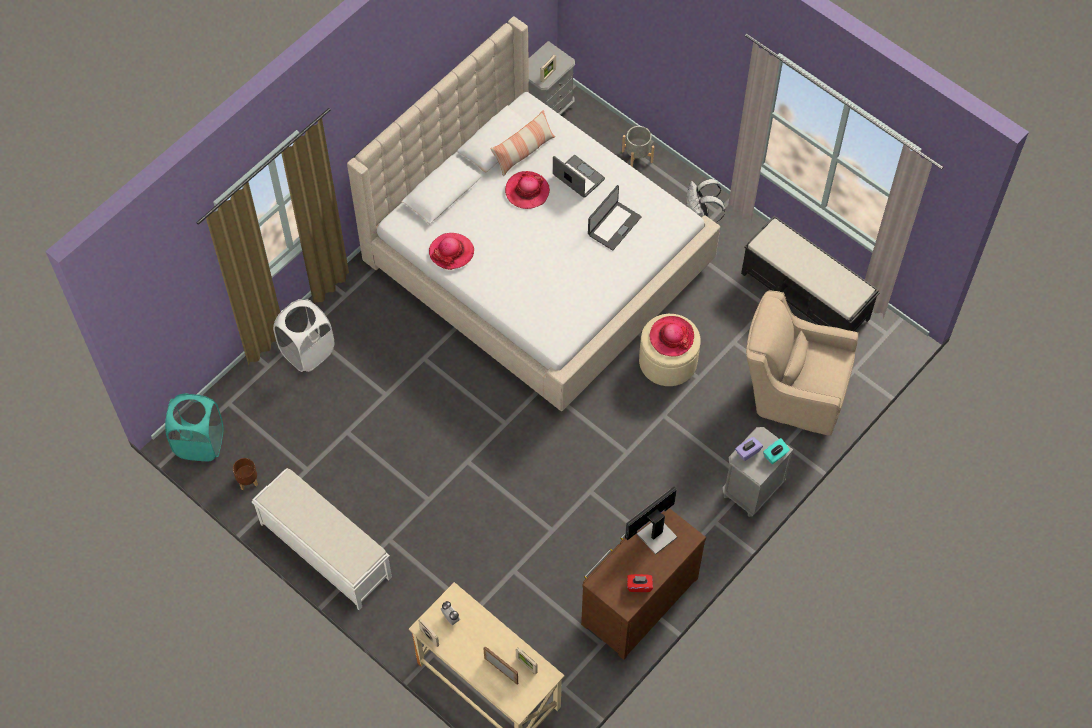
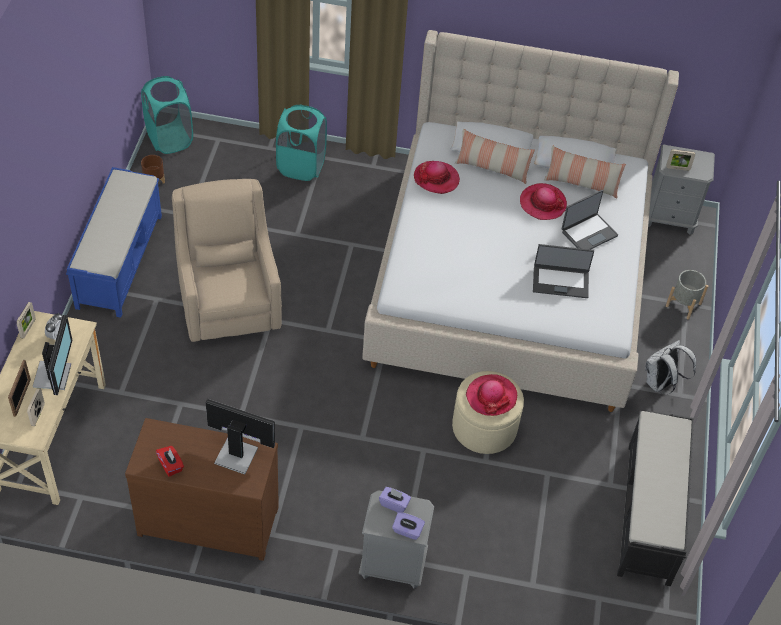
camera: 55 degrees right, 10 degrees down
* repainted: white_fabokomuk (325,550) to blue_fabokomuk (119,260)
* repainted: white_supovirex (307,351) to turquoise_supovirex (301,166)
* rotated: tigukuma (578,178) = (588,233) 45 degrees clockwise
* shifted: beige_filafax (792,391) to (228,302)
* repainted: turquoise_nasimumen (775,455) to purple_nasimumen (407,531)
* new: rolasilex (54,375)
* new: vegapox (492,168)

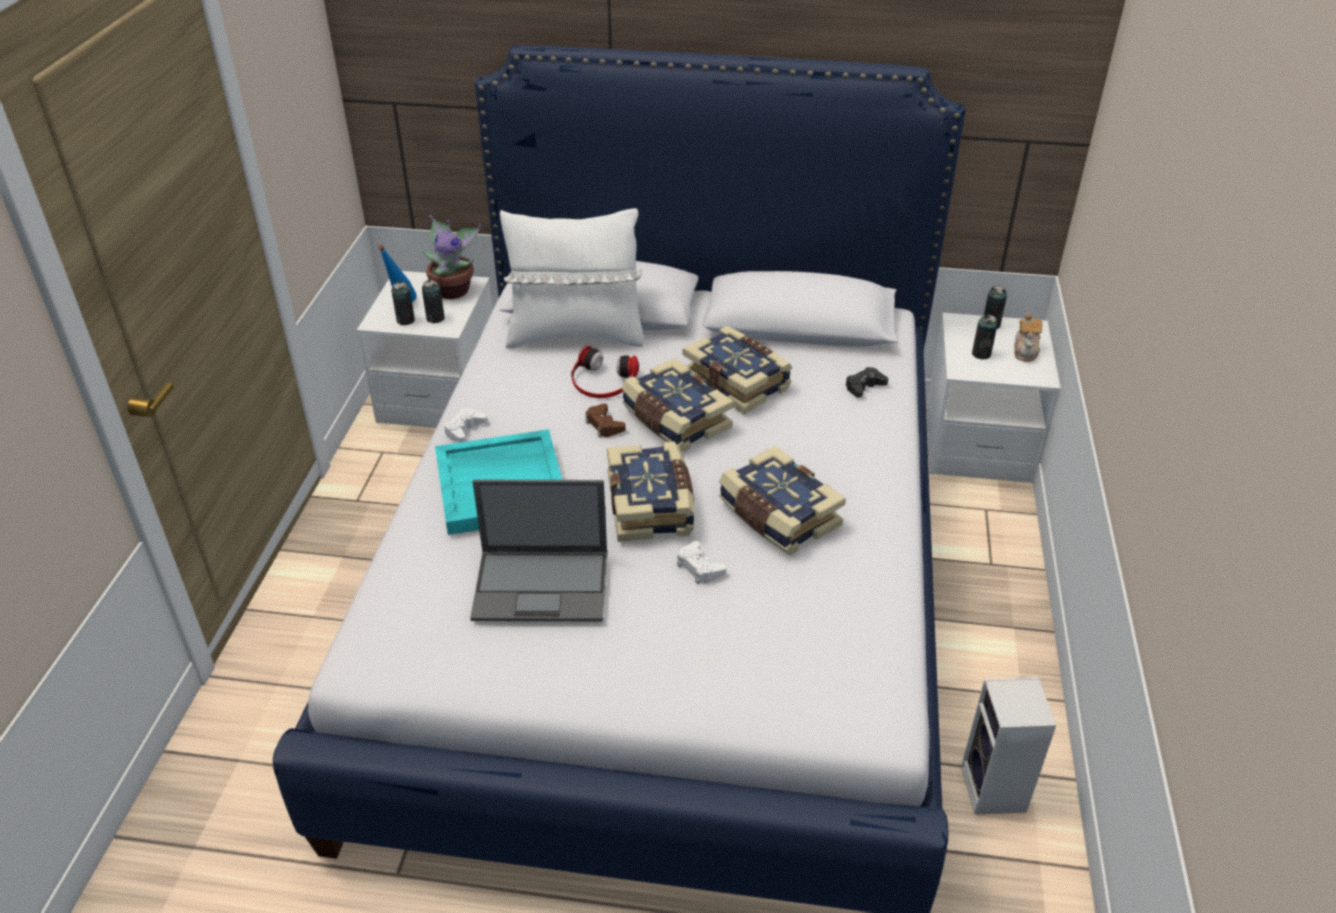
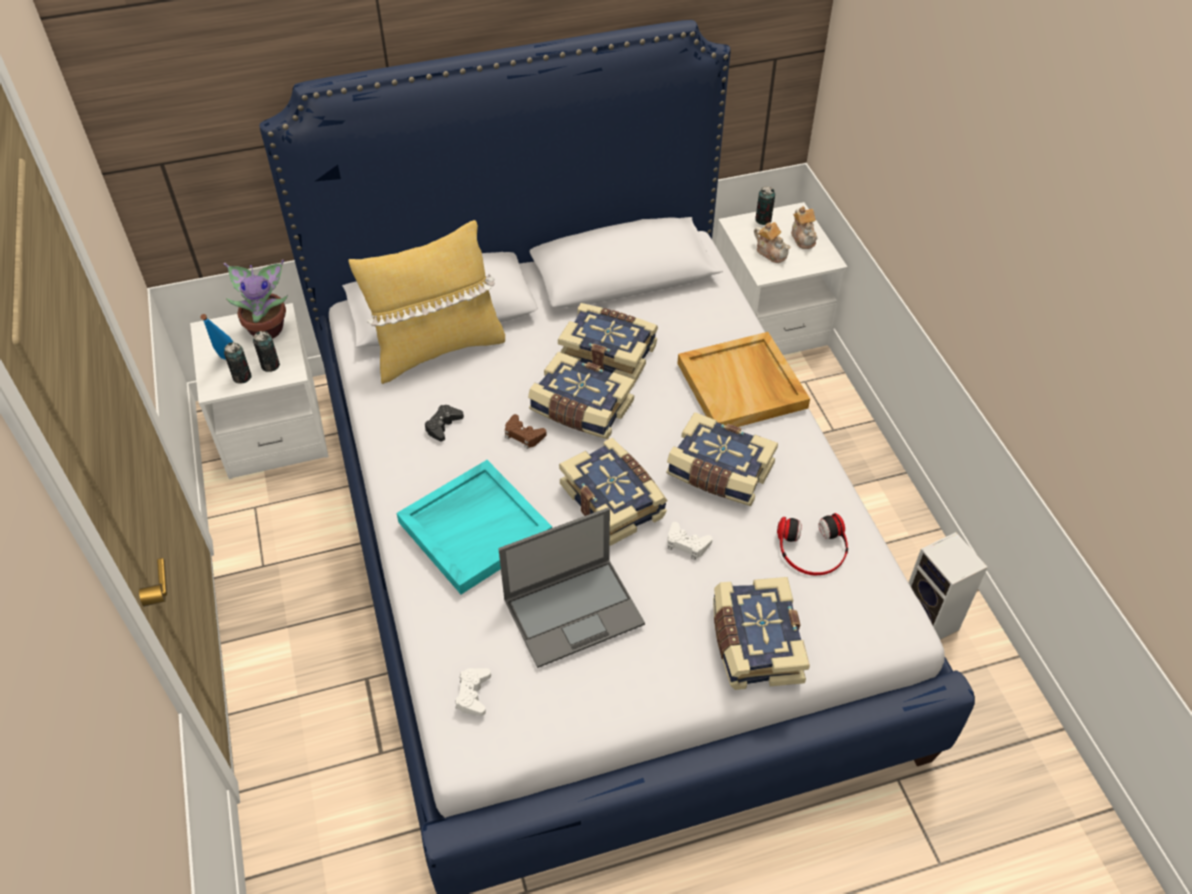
camera: 25 degrees left, 10 degrees up
* shifted: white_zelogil (464,430) to (473,694)
* repainted: white_vegapox (575,335) to yellow_vegapox (437,349)
* shifted: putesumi (602,381) to (812,549)
* shifted: black_zelogil (864,386) to (443,426)
* swapped: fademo (981,354) to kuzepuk (771,252)
* new: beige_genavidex (743,386)
* new: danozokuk (754,643)

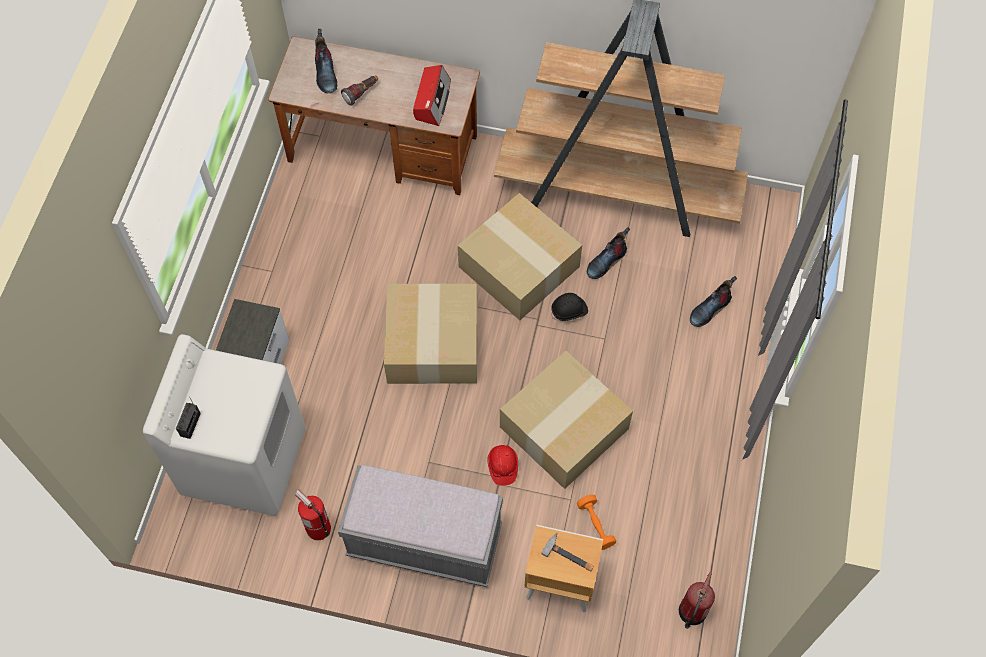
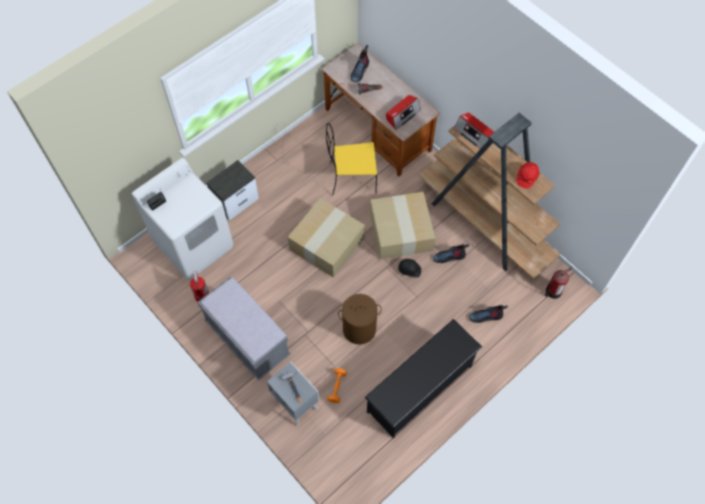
camera: 35 degrees right, 0 degrees up
* shifted: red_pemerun (502,467) to (526,177)
* swapped: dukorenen (564,430) to brown_supovirex (359,329)
* repainted: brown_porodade (558,583) to grey_porodade (296,403)
* shifted: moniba (692,613) to (552,291)
* new: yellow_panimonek (351,178)
* new: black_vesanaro (420,389)
* new: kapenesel (474,134)

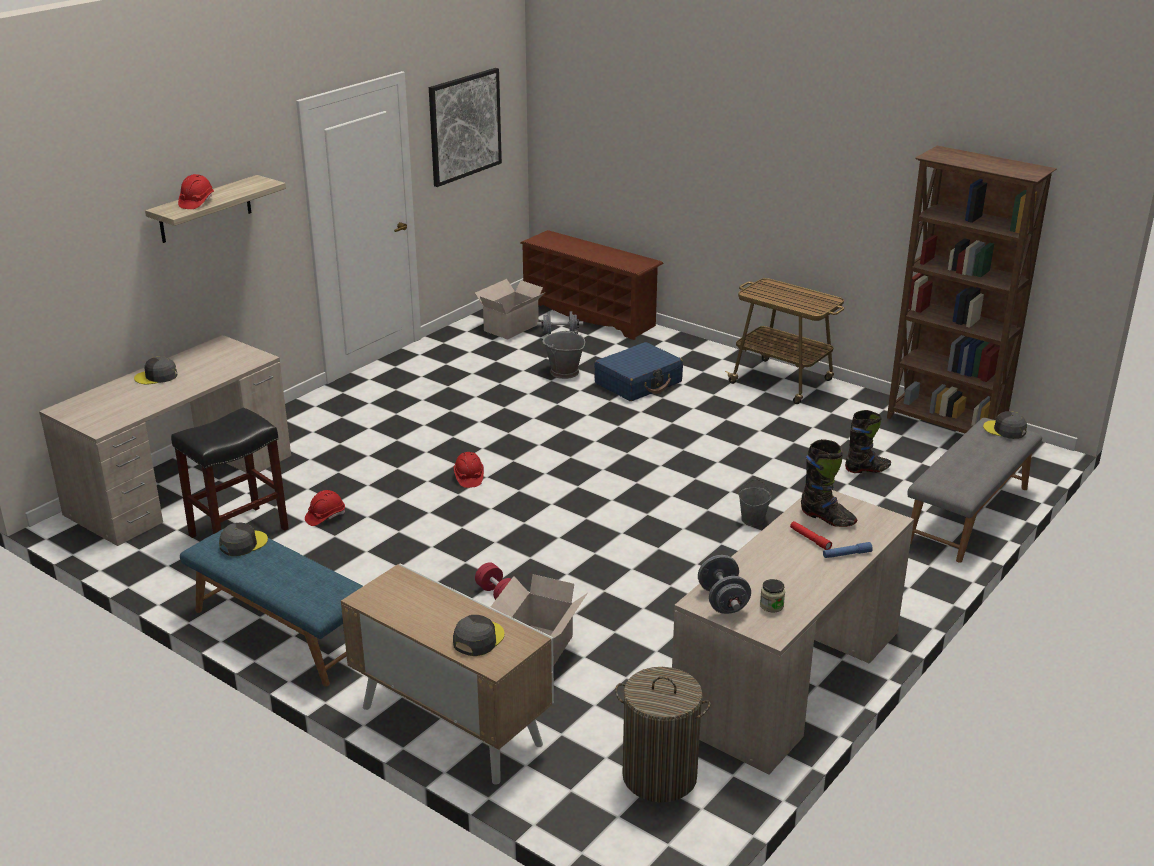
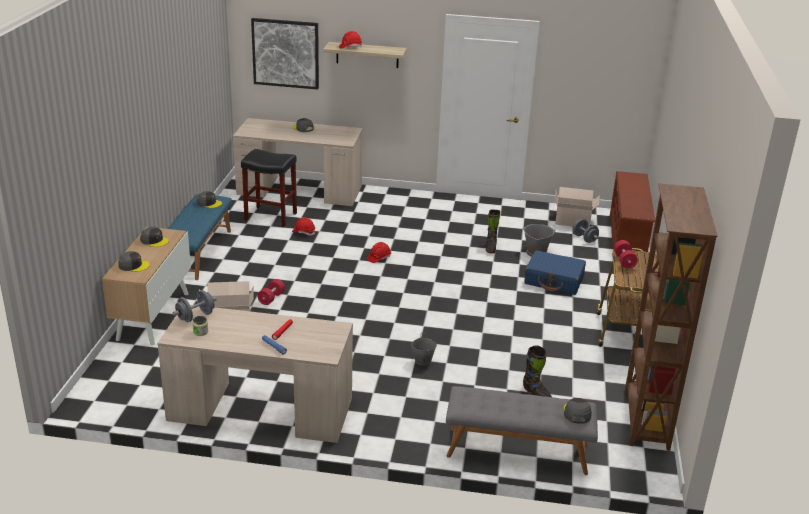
camera: 60 degrees right, 0 degrees up
* shifted: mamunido (464,126) to (285,53)
* gone: supovirex (659,776)
* shifted: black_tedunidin (827,518) to (490,248)
* new: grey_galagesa (154,240)
* new: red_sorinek (624,261)

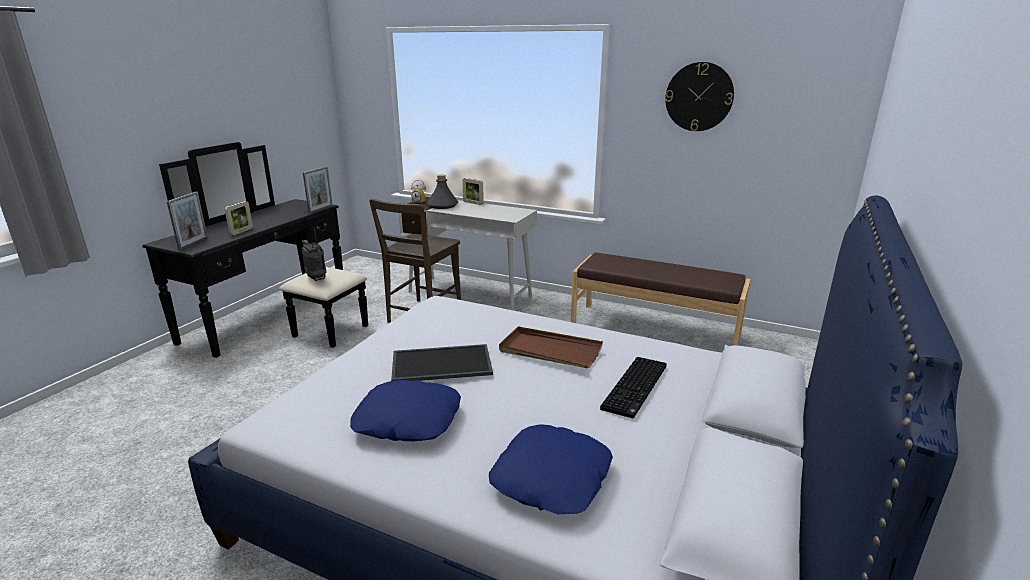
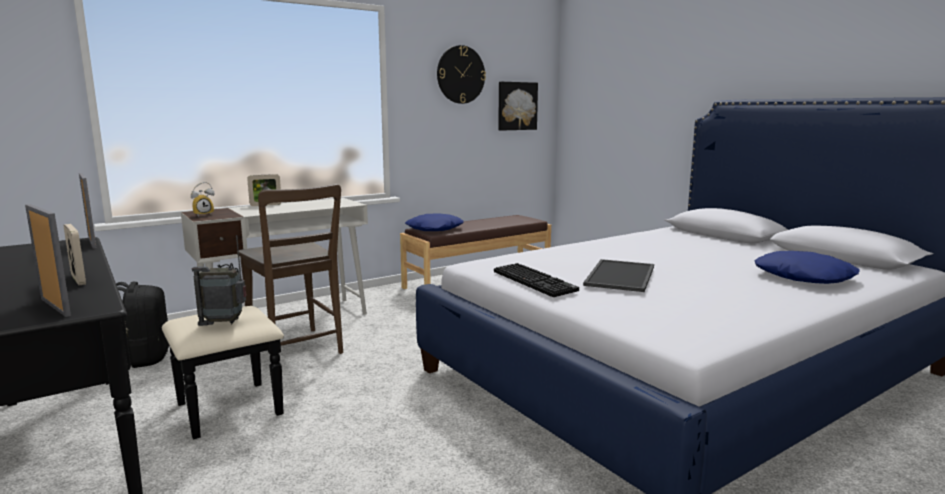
camera: 60 degrees left, 10 degrees down
* shifted: blue_vegapox (407,420) to (435,229)
* gone: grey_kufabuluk (443,205)
* gone: brown_genavidex (549,351)
* shifted: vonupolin (636,388) to (536,281)
* new: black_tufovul (144,358)
* new: mamunido (516,106)

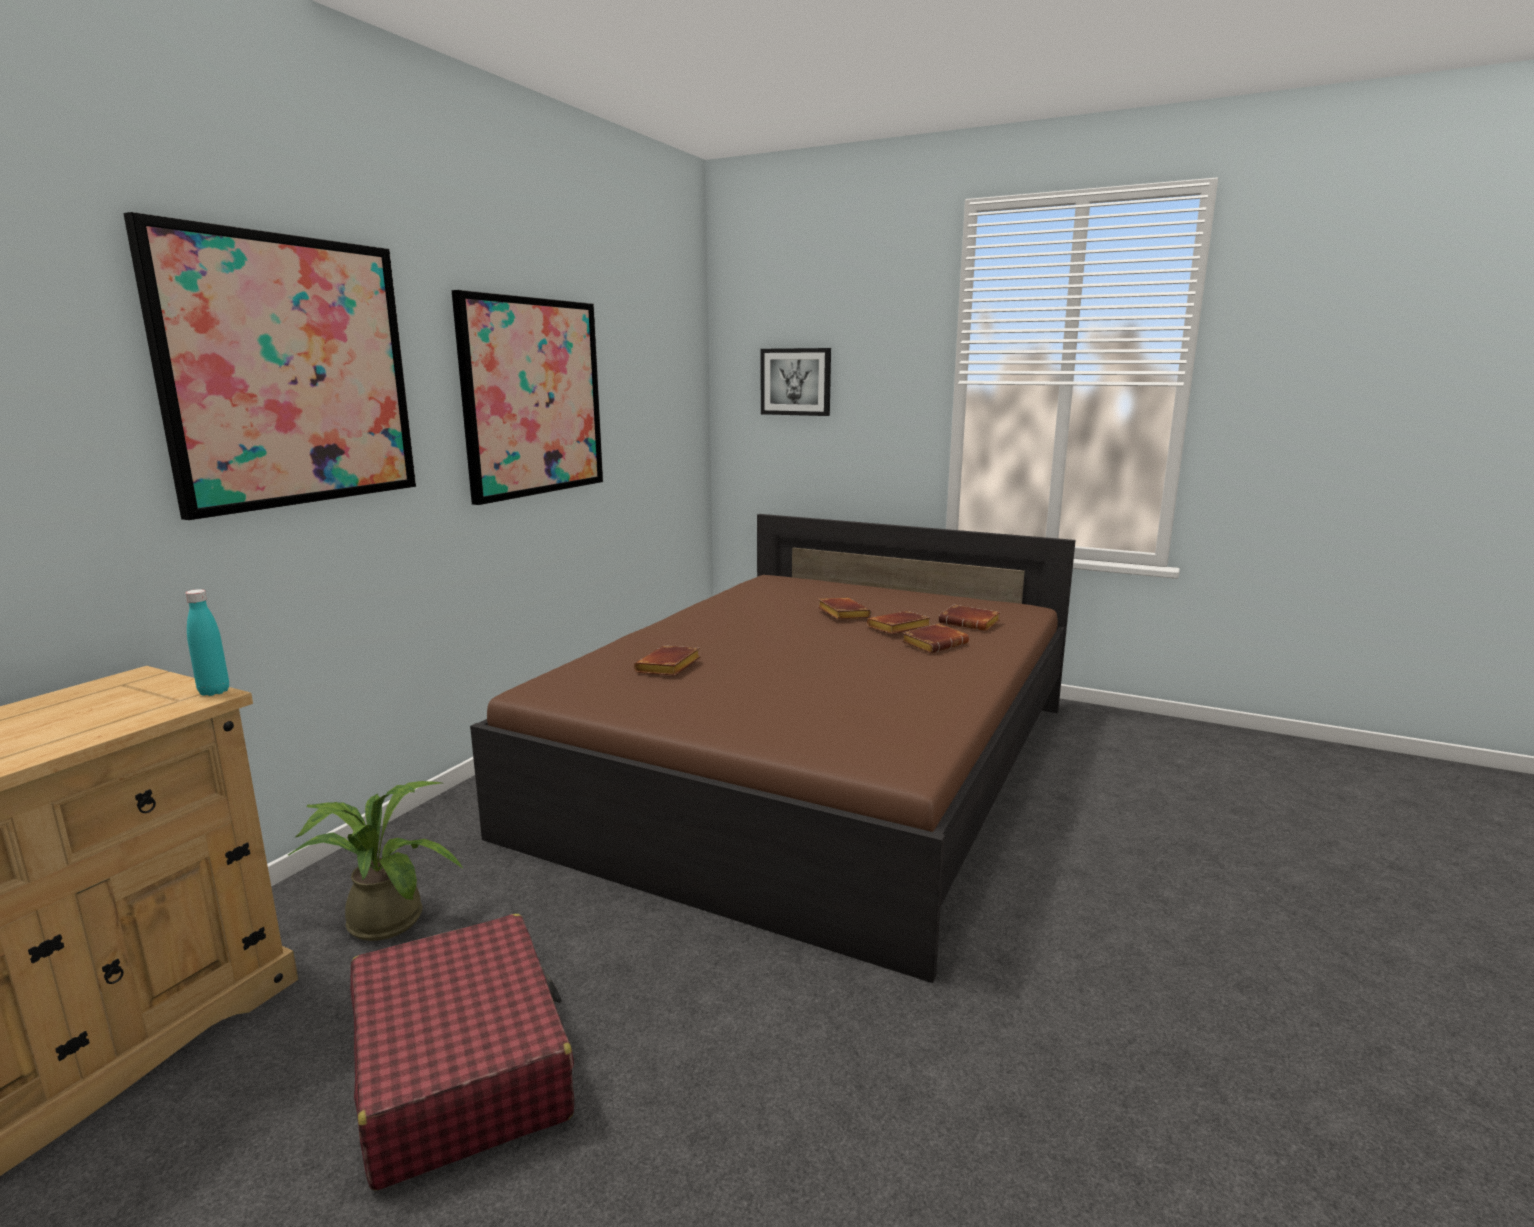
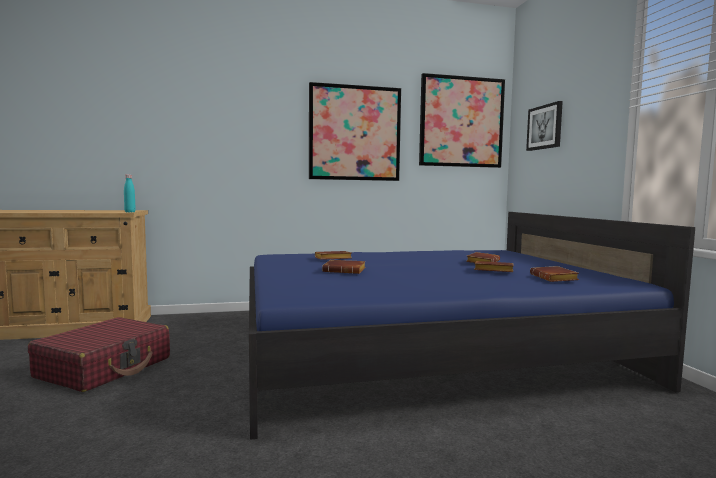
camera: 50 degrees right, 10 degrees down
* shifted: mamunido (290,372) to (461,122)
* gone: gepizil (381,918)
* repainted: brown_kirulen (815,765) to blue_kirulen (424,351)
* shifted: brown_danozokuk (934,643) to (345,271)

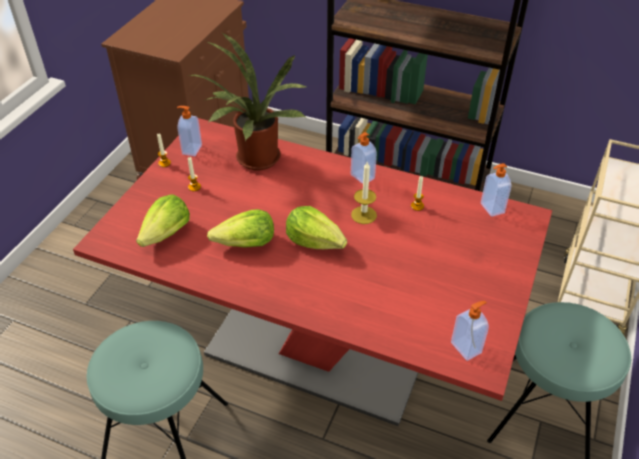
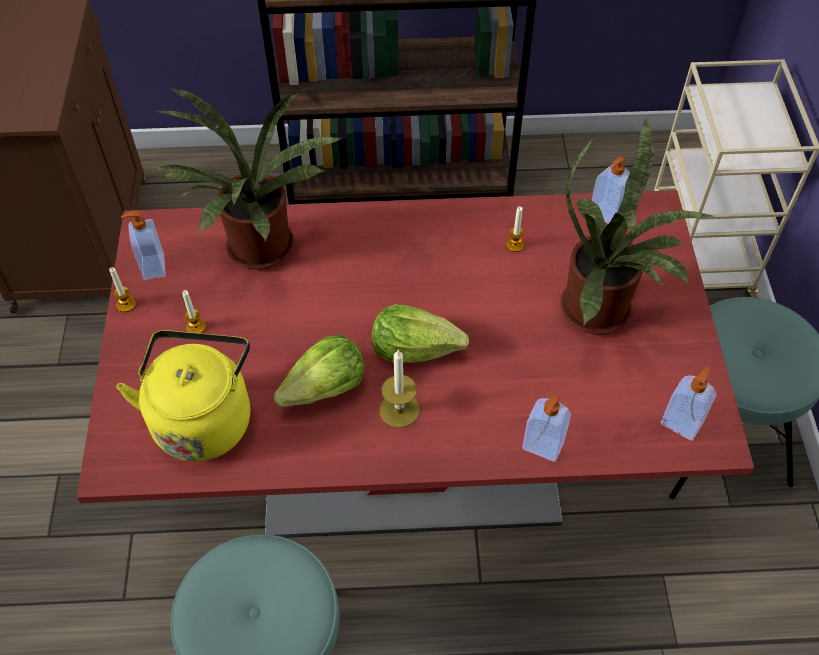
camera: 25 degrees left, 10 degrees up
* swapped: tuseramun (166,234) to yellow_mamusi (203,417)
* shifted: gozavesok (362,177) to (542,447)
* shifted: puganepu (363,215) to (399,410)
* new: gepizil (602,312)

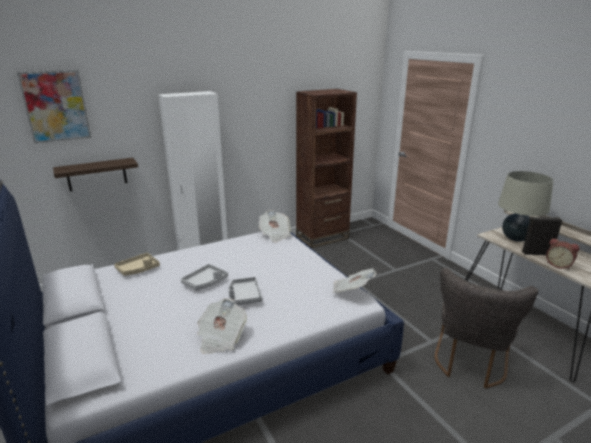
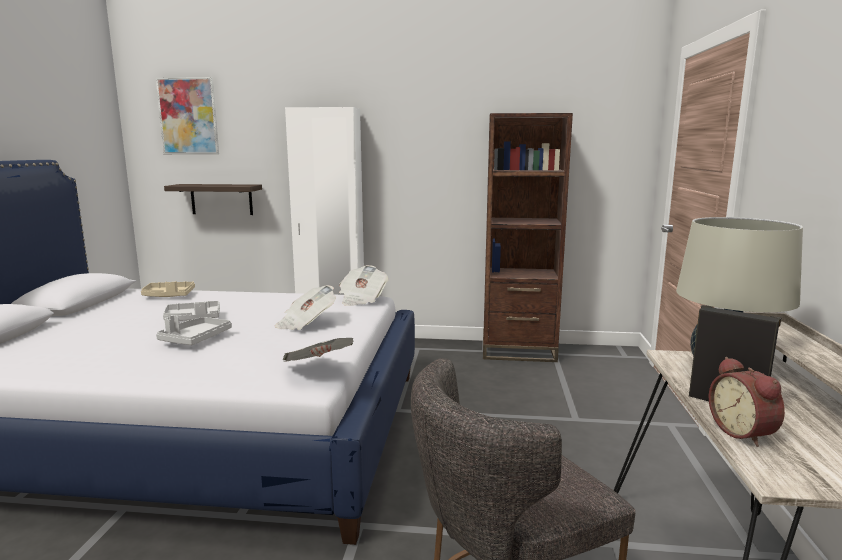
camera: 35 degrees right, 10 degrees down
* shifted: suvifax (221,338) to (306,323)

